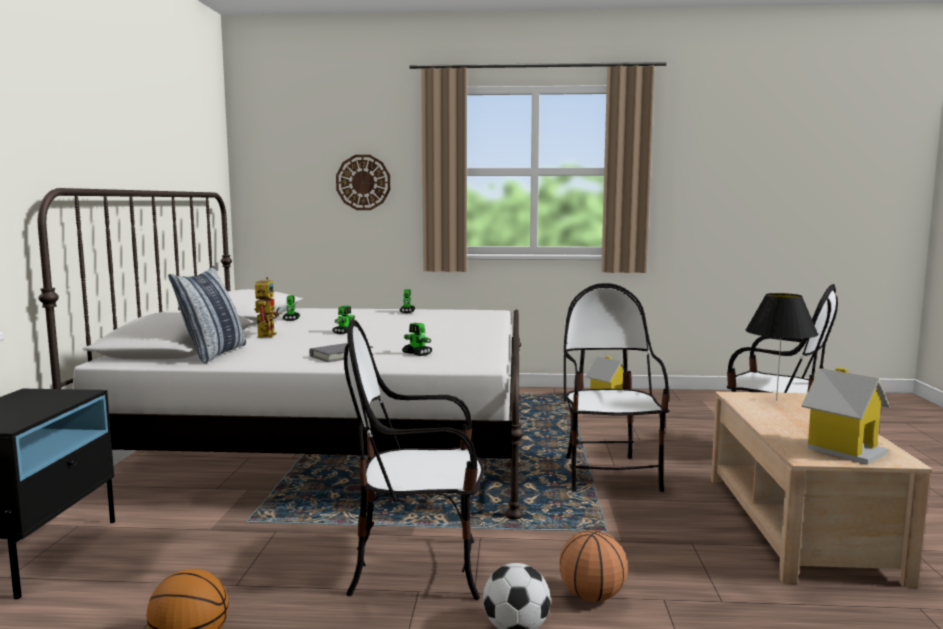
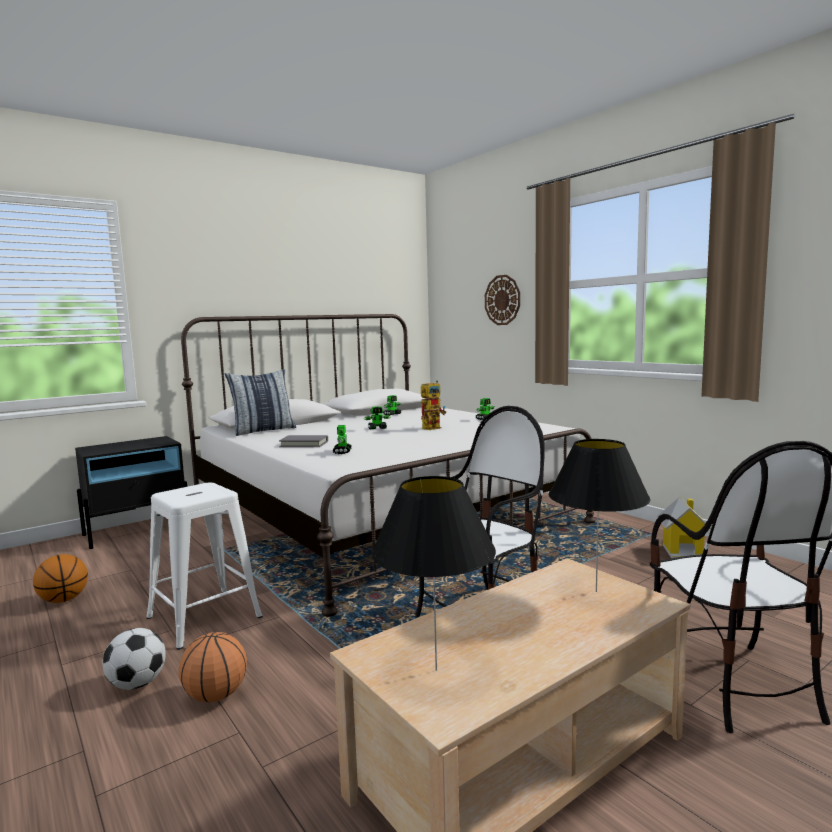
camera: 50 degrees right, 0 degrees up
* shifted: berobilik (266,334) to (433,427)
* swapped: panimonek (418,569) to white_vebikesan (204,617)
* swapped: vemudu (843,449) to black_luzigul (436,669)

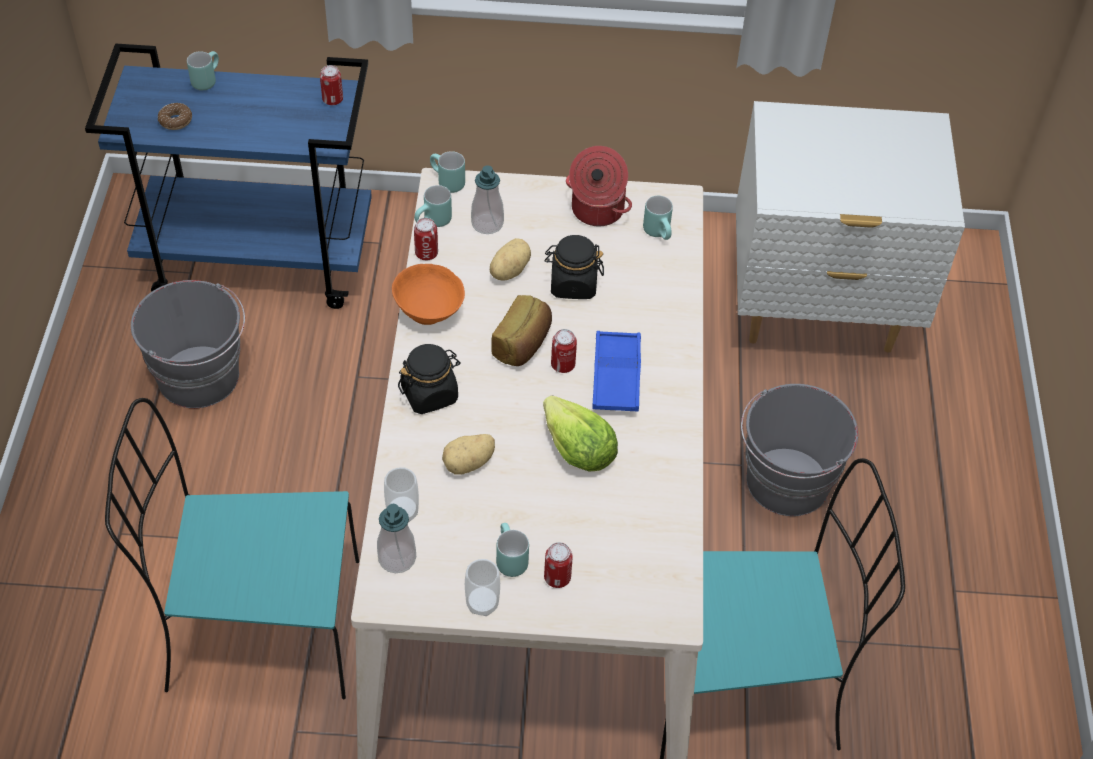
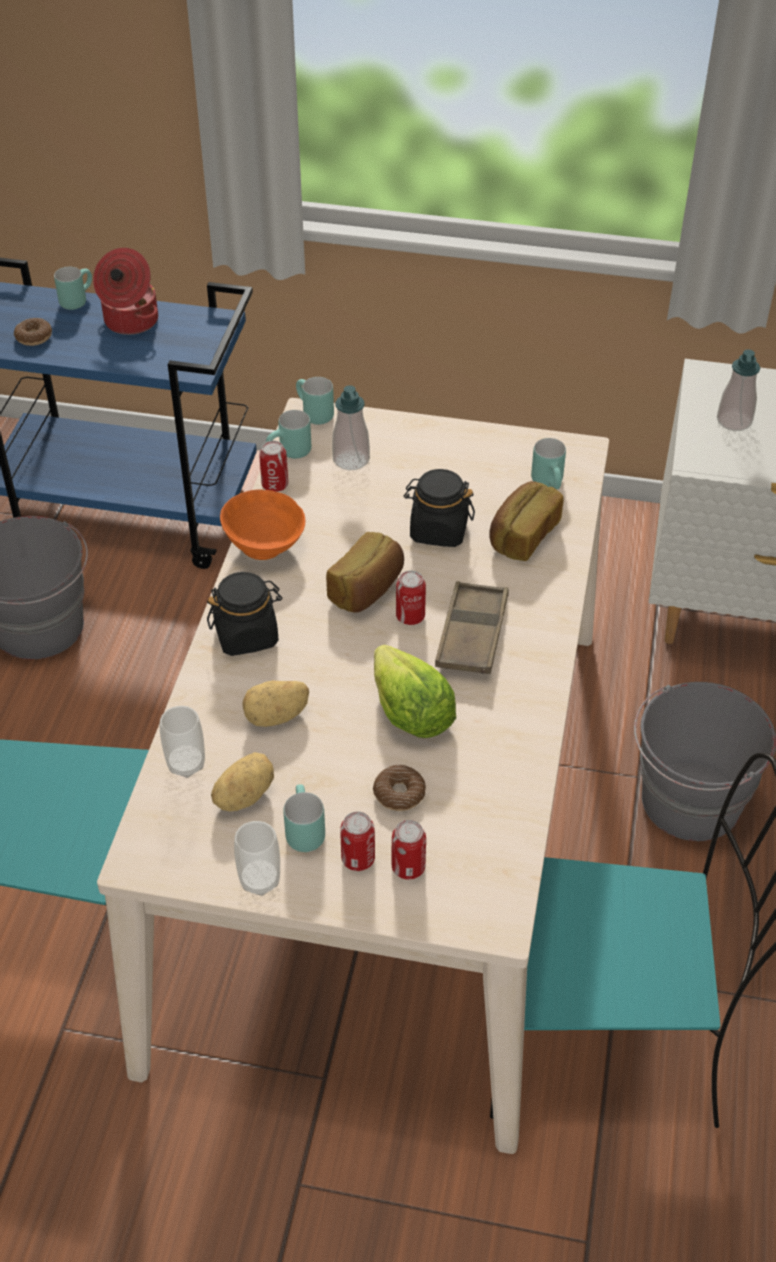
camera: 10 degrees right, 5 degrees down
* shifted: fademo (332,100) to (408,867)
* shifted: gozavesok (397,558) to (734,421)
* shifted: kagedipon (508,270) to (243,795)
* shifted: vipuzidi (596,210) to (130,321)
* repainted: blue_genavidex (616,376) to brown_genavidex (472,634)
* new: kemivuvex (399,793)
* new: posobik (522,536)

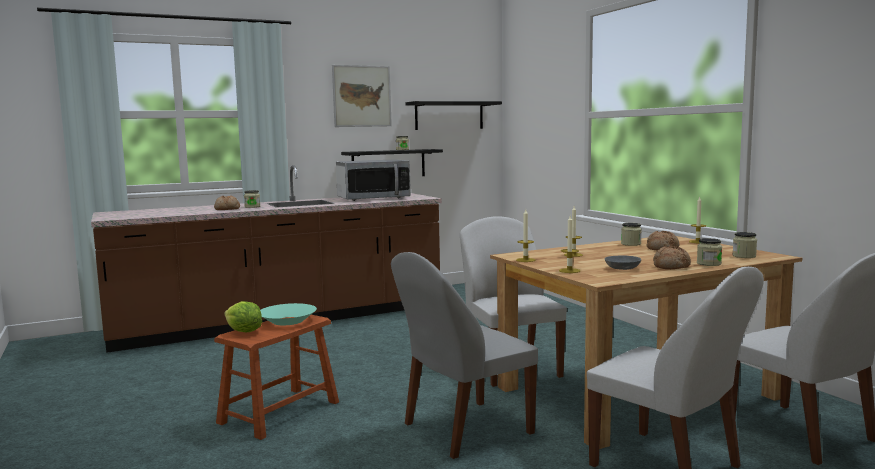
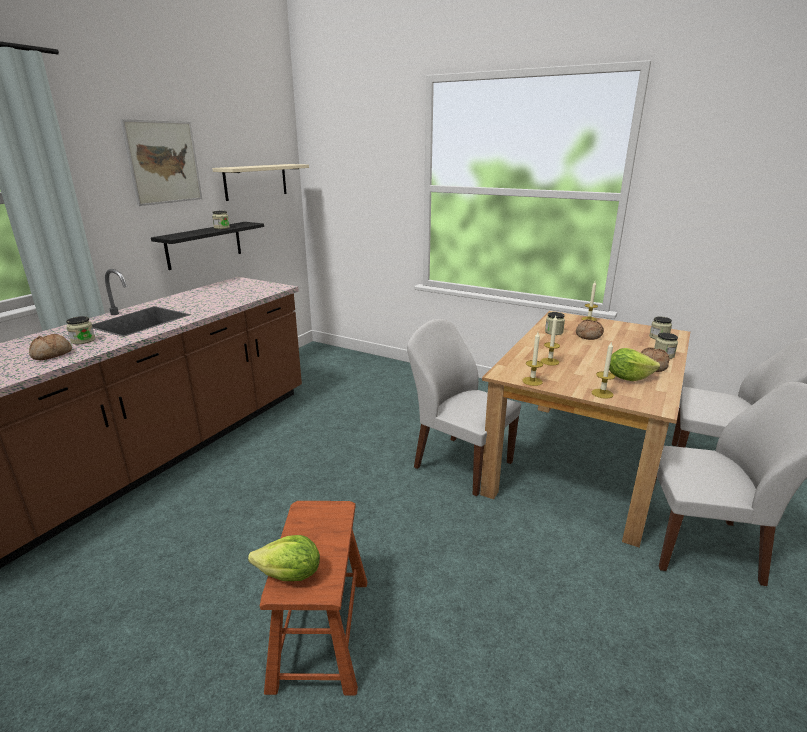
camera: 35 degrees left, 15 degrees up
* gone: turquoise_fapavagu (288,321)
* gone: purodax (373,198)
* gone: grey_panimonek (464,430)
* repainted: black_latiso (449,115) to beige_latiso (256,181)
* swapped: grey_fapavagu (622,268) to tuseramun (628,378)

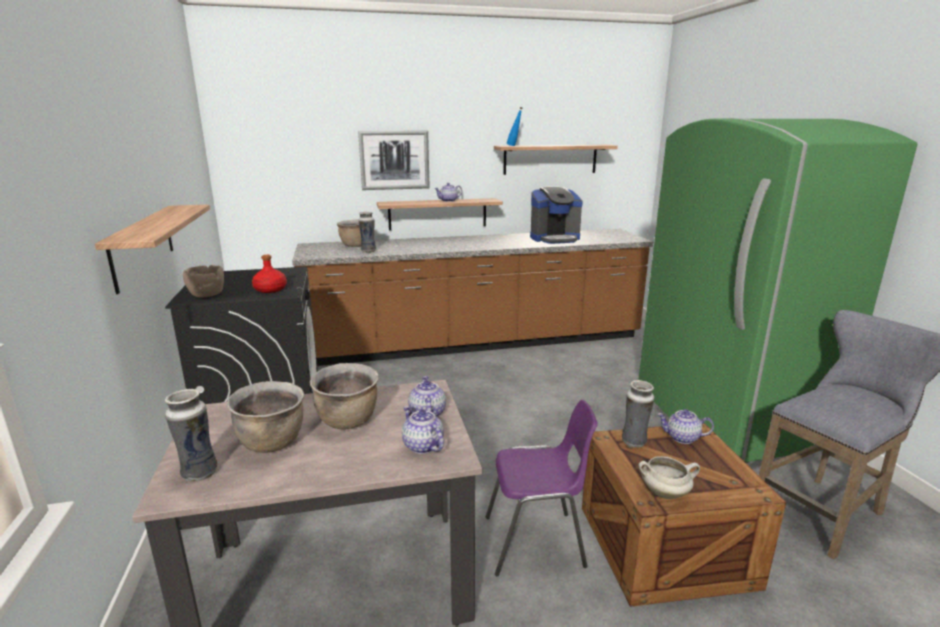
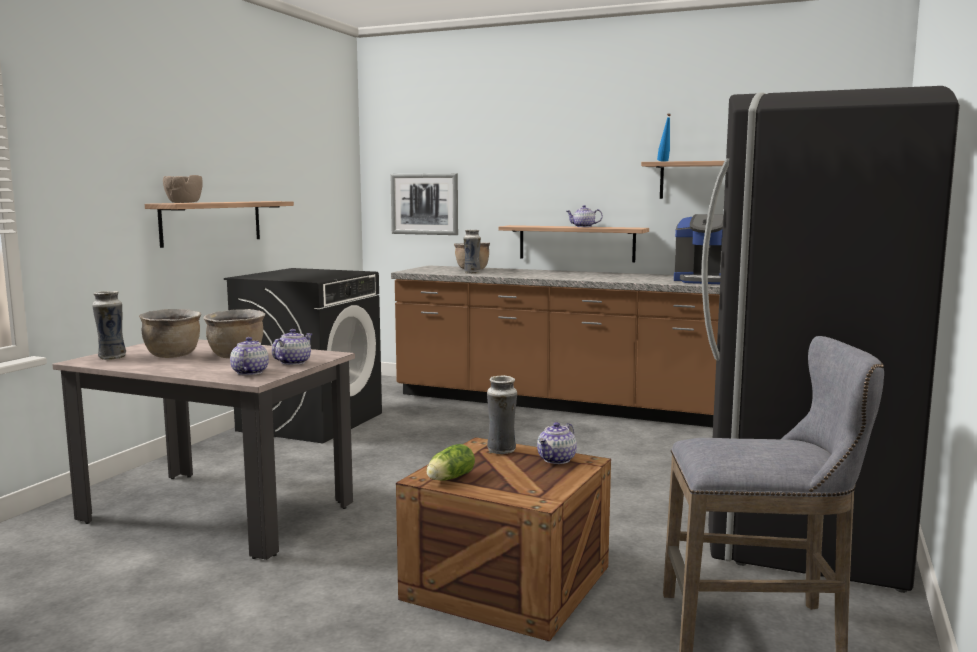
camera: 35 degrees right, 10 degrees down
* shifted: brown_fapavagu (206,294) to (184,202)
* gone: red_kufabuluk (270,289)
* shifted: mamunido (394,160) to (424,204)
* gone: purple_panimonek (536,542)
* repainted: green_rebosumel (723,415) to black_rebosumel (804,526)
* swapped: white_vipuzidi (665,493) to tuseramun (448,479)
* rotated: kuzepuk (682,438) = (557,460) 105 degrees counterclockwise

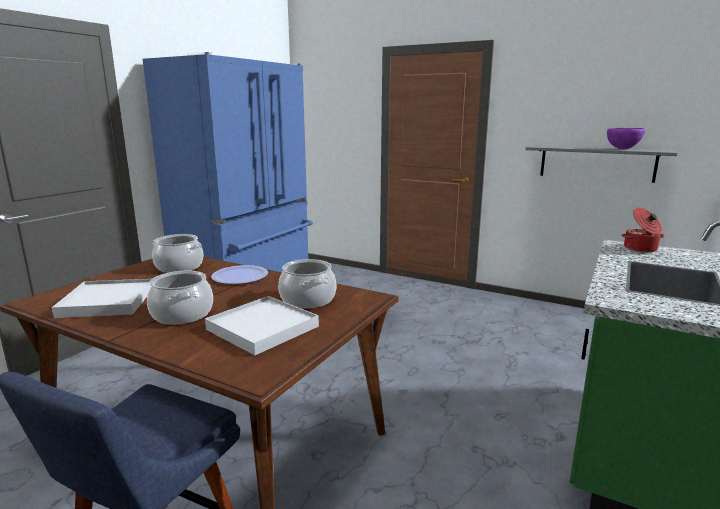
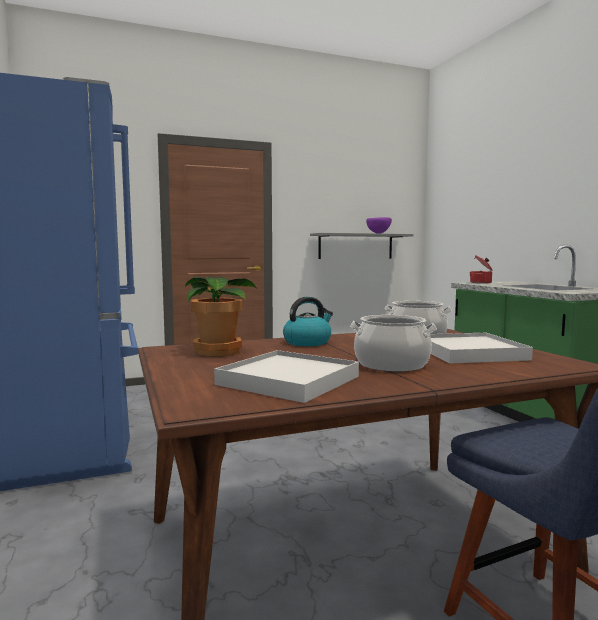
camera: 50 degrees left, 10 degrees down
* swapped: vipuzidi (179,267) to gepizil (218,351)
* swapped: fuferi (240,276) to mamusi (307,342)

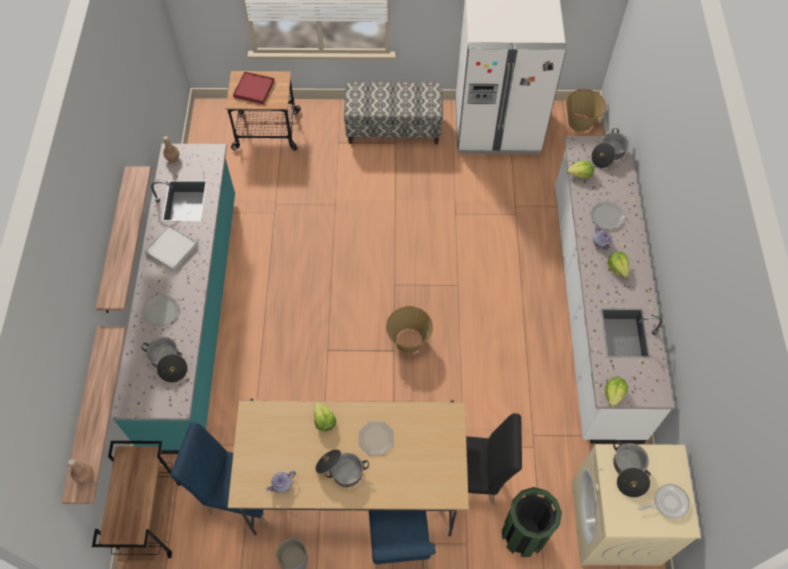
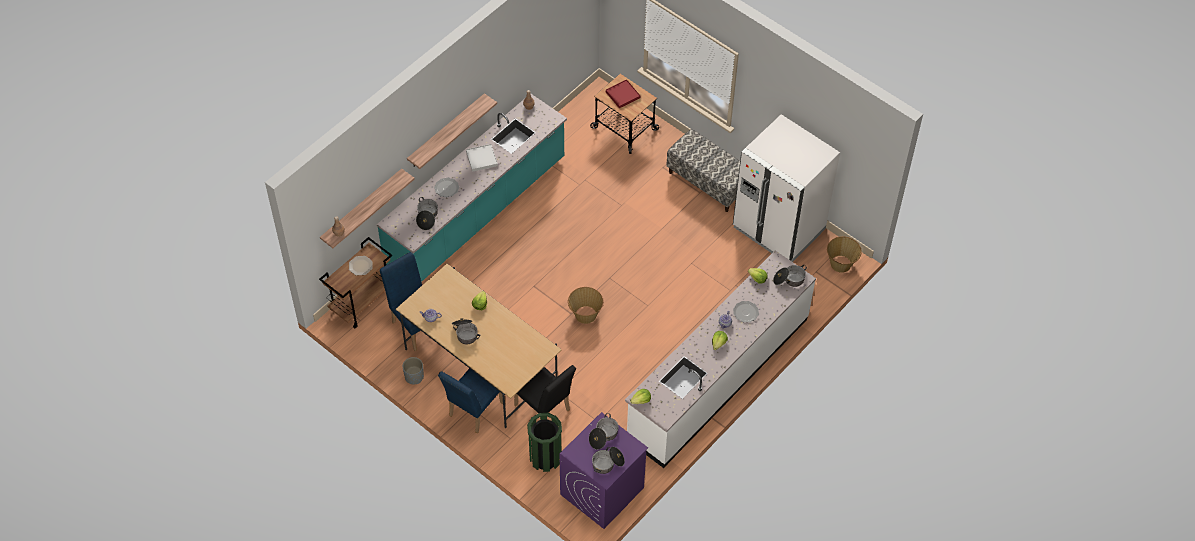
camera: 40 degrees right, 5 degrees down
* shifted: fuferi (376,438) to (360,266)
* repainted: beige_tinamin (615,523) to purple_tinamin (602,491)
* swapped: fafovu (668,502) to vipuzidi (608,463)

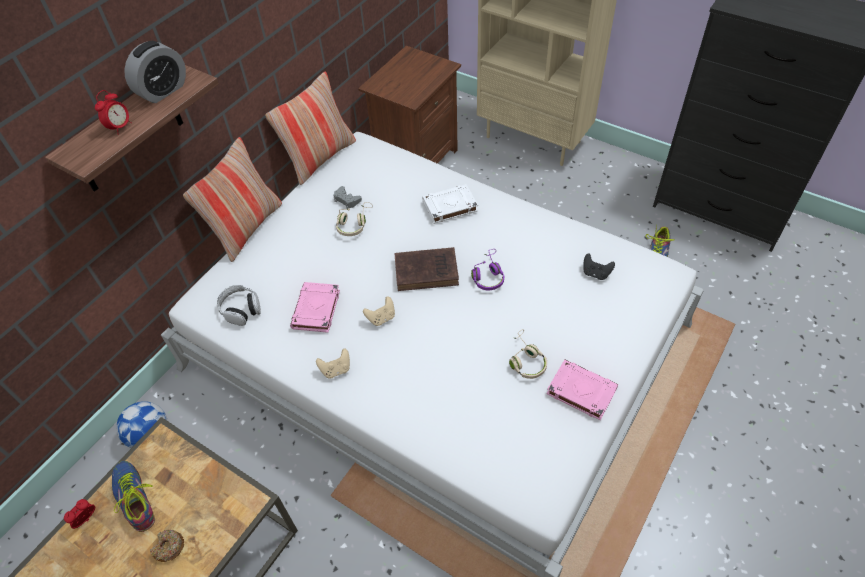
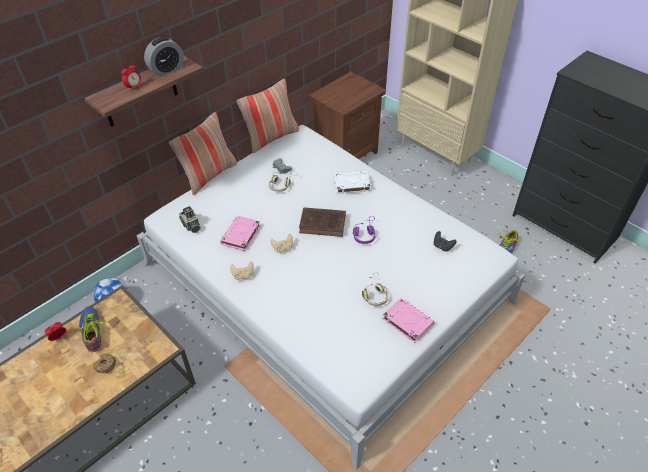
camera: 10 degrees right, 5 degrees down
* swapped: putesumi (241,309) to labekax (191,226)

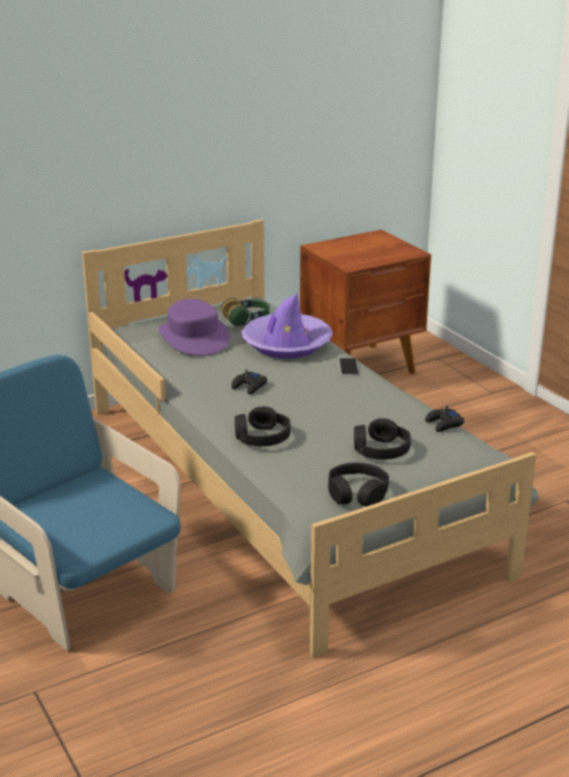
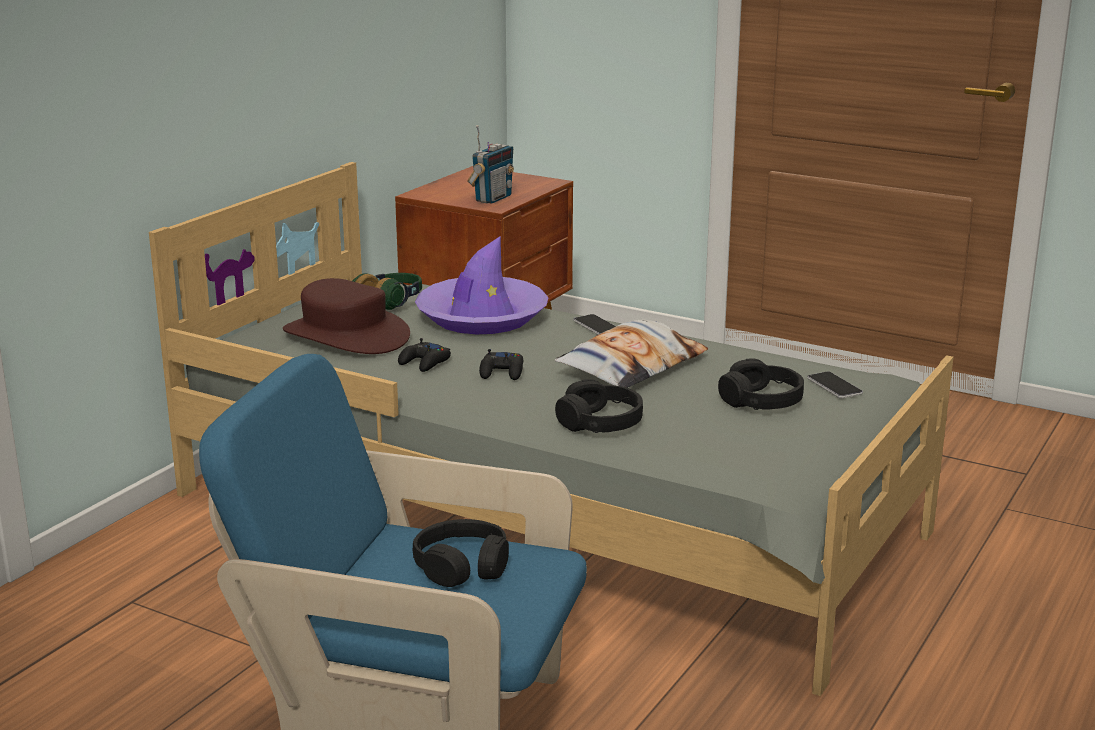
camera: 30 degrees left, 5 degrees down
* repainted: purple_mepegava (193,338) to brown_mepegava (345,335)
* shifted: black_putesumi (357,493) to (462,566)
* shifted: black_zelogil (444,424) to (425,362)
* new: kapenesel (492,198)
* new: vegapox (632,366)
* new: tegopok (834,386)

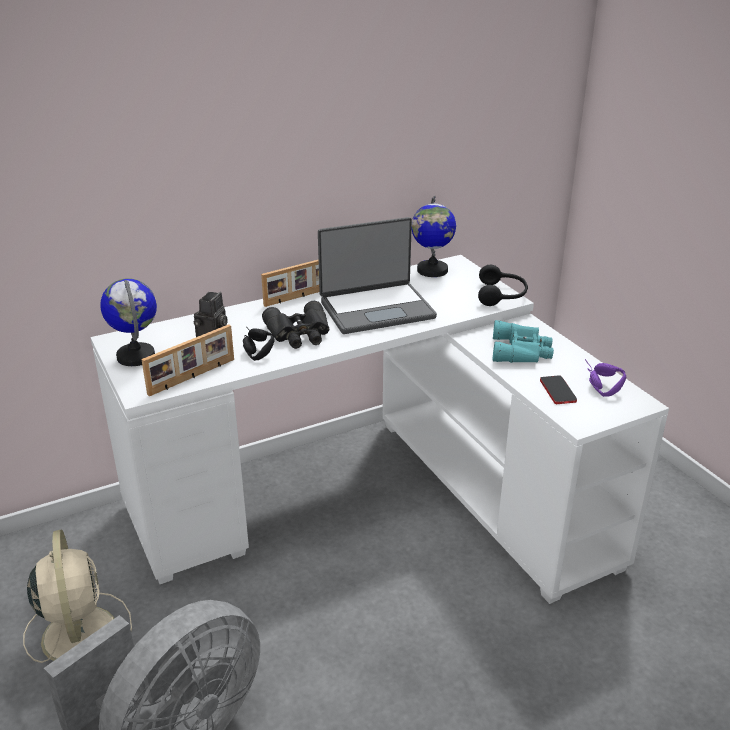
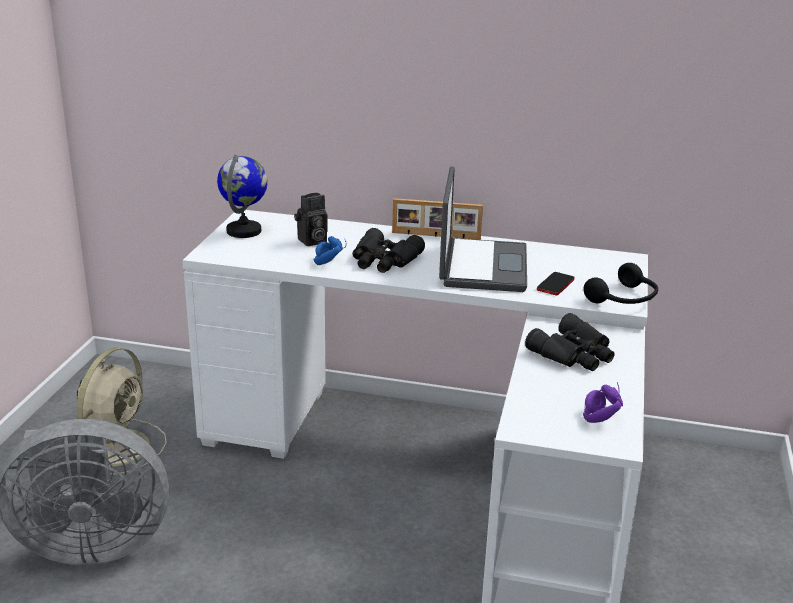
camera: 40 degrees right, 5 degrees down
* gone: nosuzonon (193,377)
* repainted: black_putesumi (252,348) to blue_putesumi (330,256)
* rotated: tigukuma (376,309) = (481,267) 105 degrees counterclockwise
* gone: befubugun (432,270)
* repainted: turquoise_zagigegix (522,351) to black_zagigegix (574,354)
* shifted: tegopok (558,391) to (555,284)

